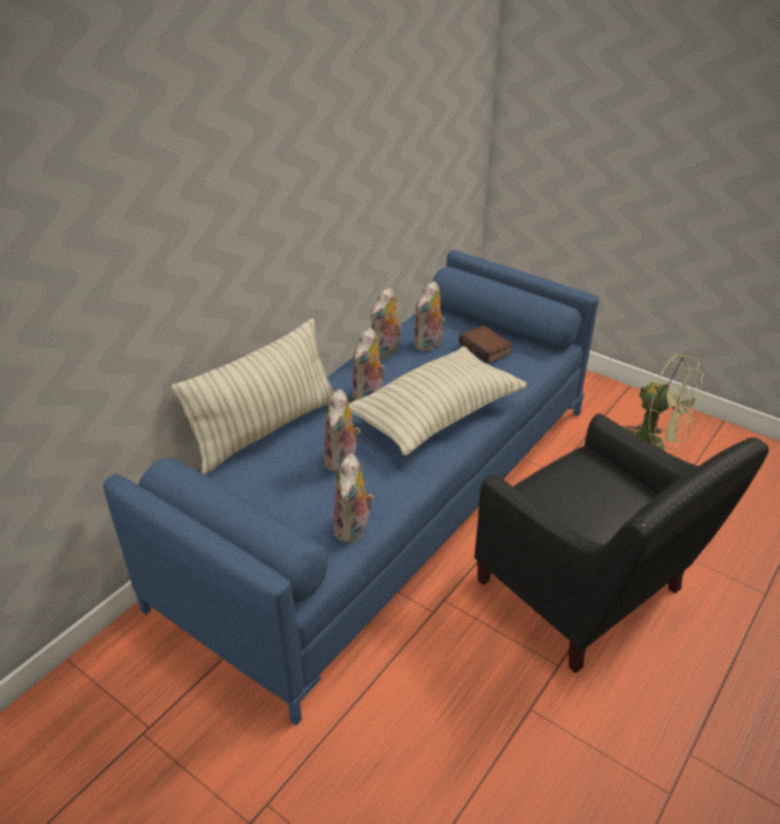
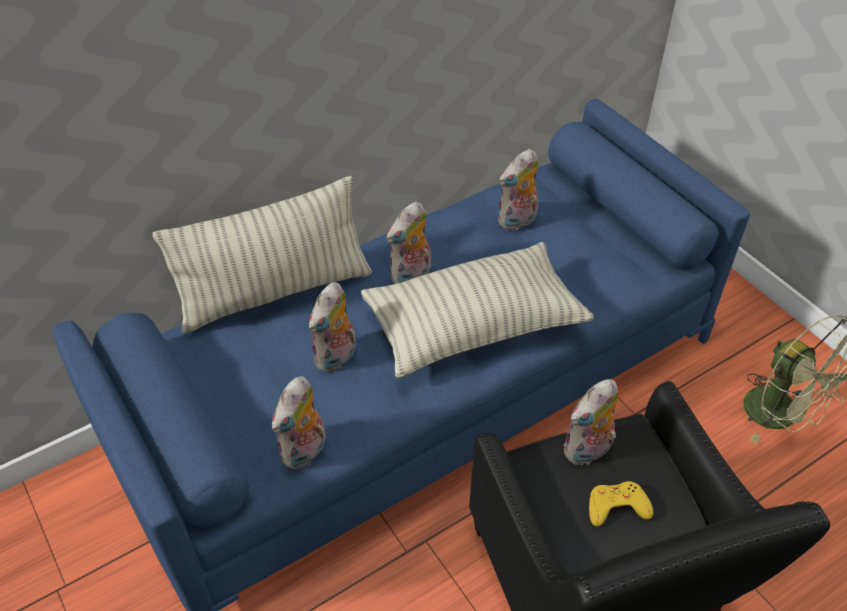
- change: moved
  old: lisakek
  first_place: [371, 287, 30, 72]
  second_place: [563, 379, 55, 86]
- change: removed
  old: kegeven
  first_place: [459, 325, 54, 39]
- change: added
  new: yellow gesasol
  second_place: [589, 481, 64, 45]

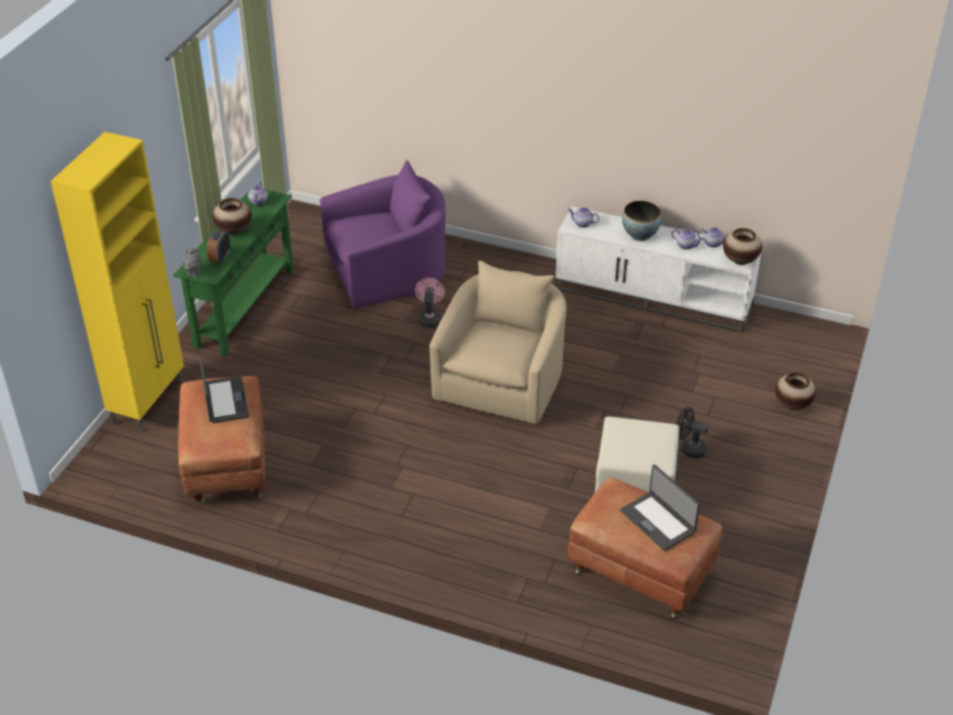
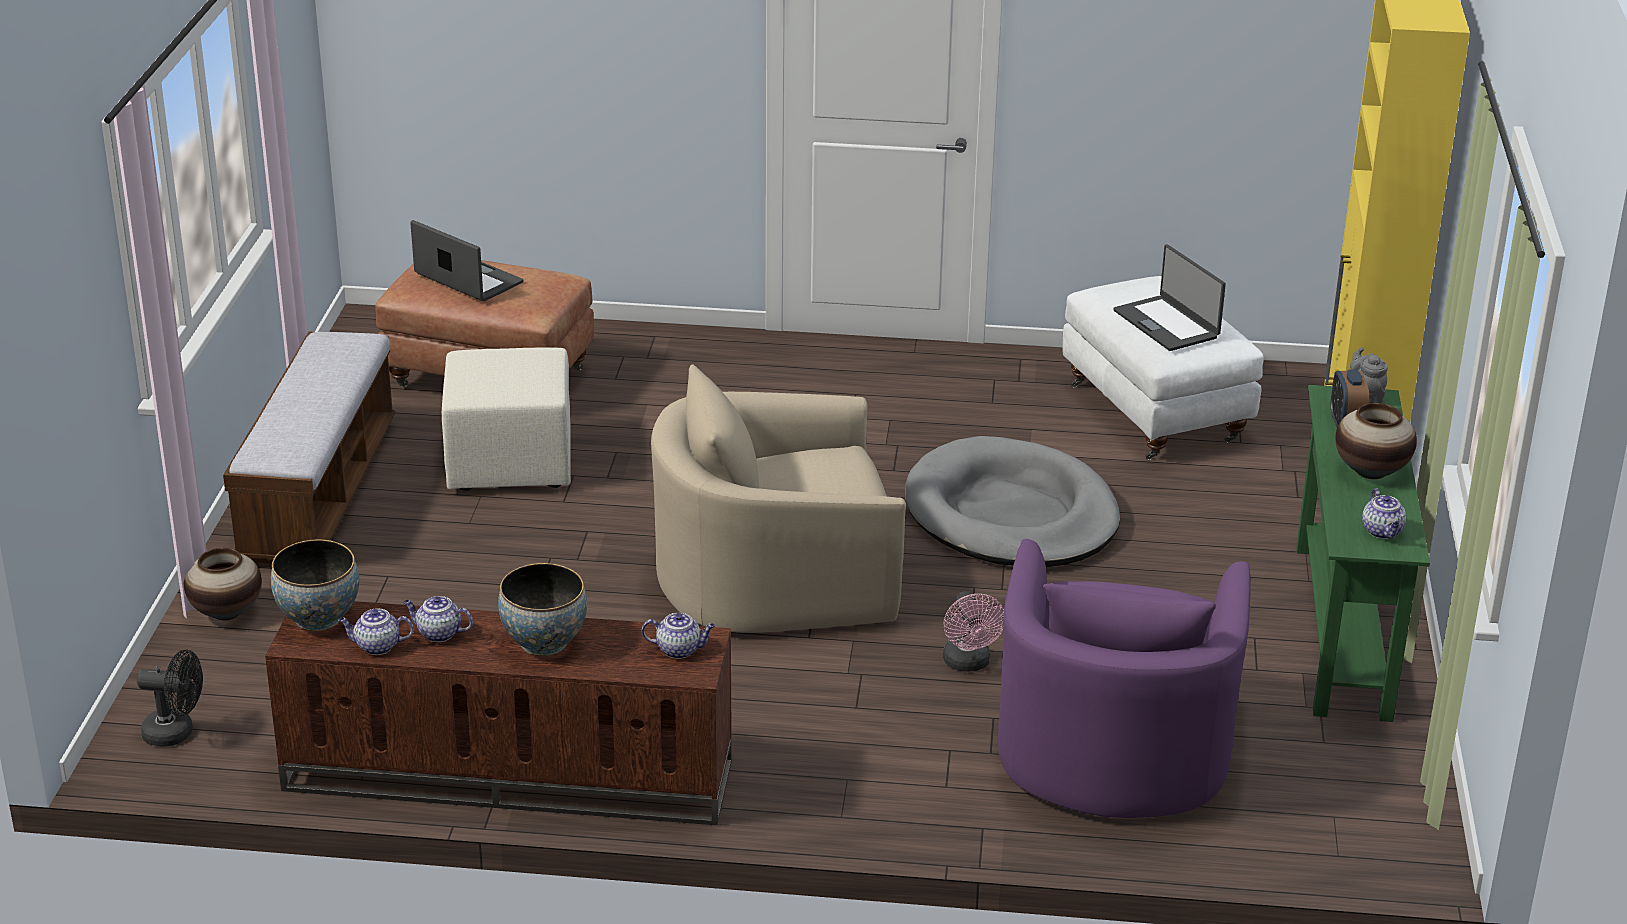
- change: recoloured
  old: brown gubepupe
  new: white gubepupe
  first_place: [178, 376, 87, 128]
  second_place: [1062, 276, 202, 184]
- change: turned
  old: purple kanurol
  first_place: [320, 160, 126, 148]
  second_place: [998, 539, 252, 279]
  degrees: -45
- change: turned
  old: beige kanurol
  first_place: [430, 261, 137, 163]
  second_place: [651, 364, 255, 269]
  degrees: 75
- change: recoloured
  old: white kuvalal
  new: brown kuvalal
  first_place: [555, 206, 207, 126]
  second_place: [265, 601, 467, 224]
- change: moved
  old: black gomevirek
  first_place: [677, 407, 32, 51]
  second_place: [137, 650, 66, 96]
- change: replaced
  old: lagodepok
  new: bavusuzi
  first_place: [723, 228, 39, 37]
  second_place: [271, 539, 88, 92]
- change: added
  new: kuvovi
  second_place: [223, 331, 172, 233]
- change: added
  new: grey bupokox
  second_place: [905, 436, 215, 131]

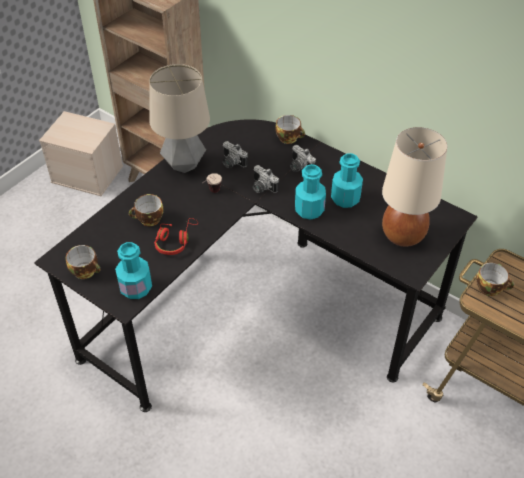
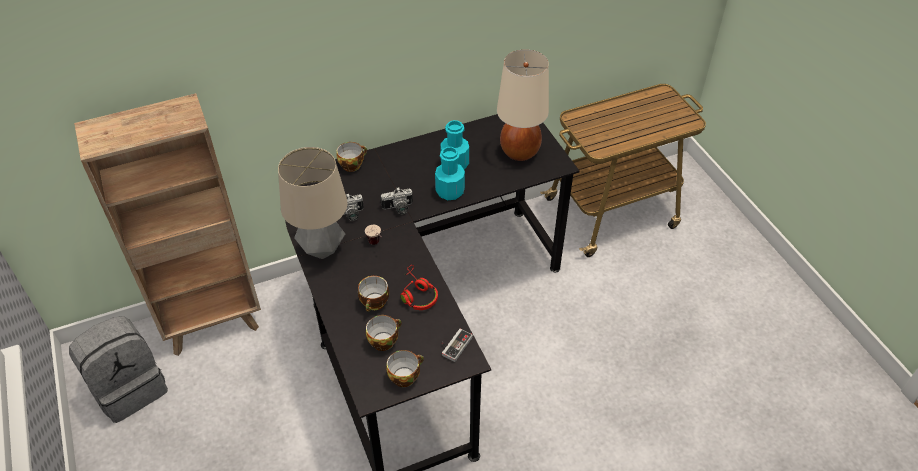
- change: replaced
  old: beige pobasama
  new: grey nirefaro
  first_place: [39, 111, 84, 85]
  second_place: [69, 316, 99, 107]
- change: replaced
  old: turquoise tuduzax
  new: gesasol
  first_place: [115, 242, 37, 57]
  second_place: [442, 328, 31, 34]
- change: removed
  old: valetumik
  first_place: [290, 145, 26, 27]
- change: moved
  old: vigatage
  first_place: [476, 262, 38, 34]
  second_place: [366, 315, 36, 36]

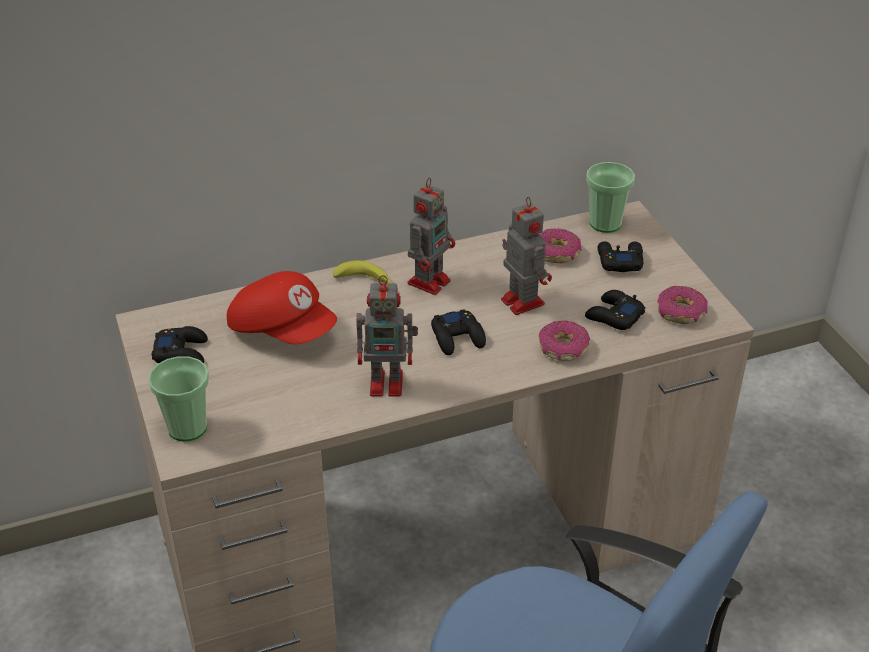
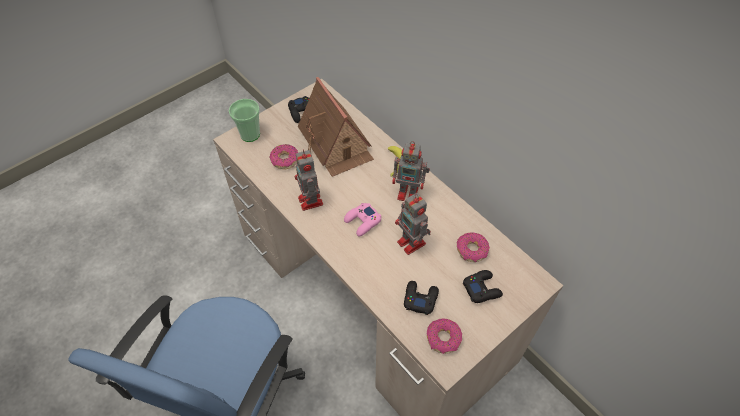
- change: replaced
  old: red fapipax
  new: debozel
  first_place: [227, 271, 110, 73]
  second_place: [298, 77, 76, 100]
- change: recoloured
  old: black gesasol
  new: pink gesasol
  first_place: [431, 309, 55, 46]
  second_place: [344, 203, 37, 34]
- change: turned
  old: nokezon
  first_place: [501, 197, 51, 118]
  second_place: [395, 193, 36, 62]
  degrees: 105
- change: moved
  old: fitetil
  first_place: [539, 321, 51, 40]
  second_place: [269, 144, 29, 26]
- change: removed
  old: vigatage
  first_place: [586, 162, 49, 71]

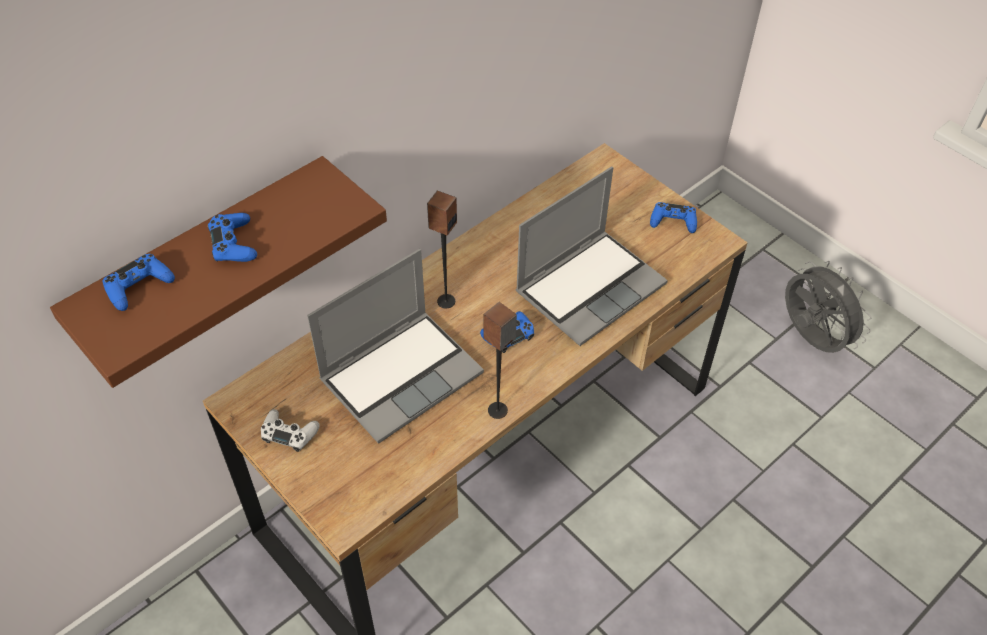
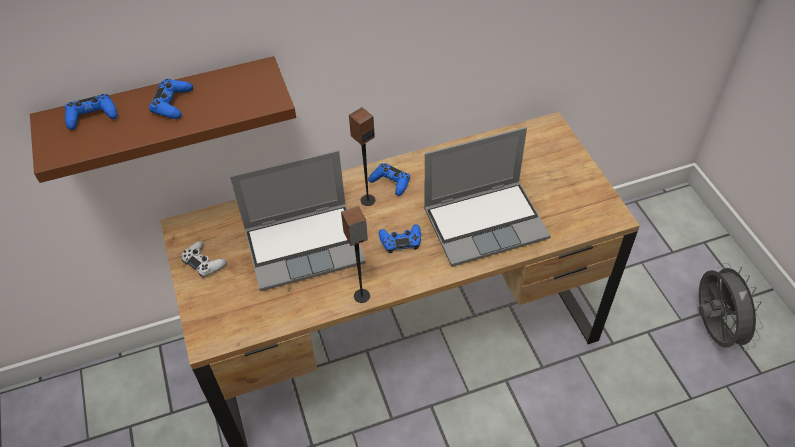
- change: moved
  old: blue gesasol
  first_place: [650, 202, 47, 31]
  second_place: [368, 163, 42, 33]

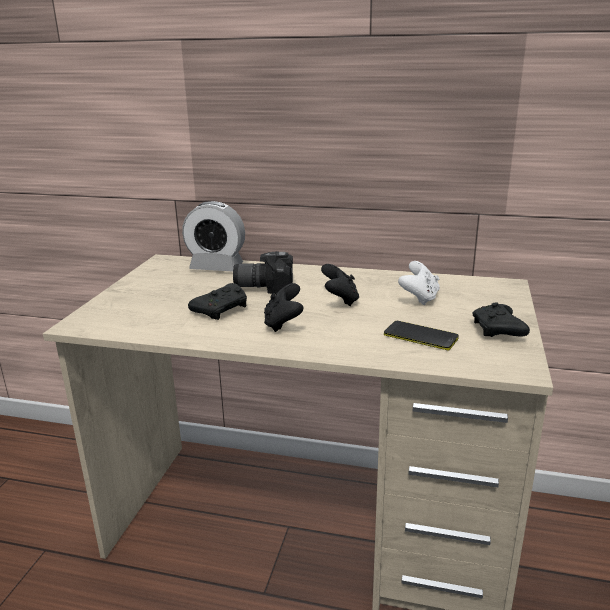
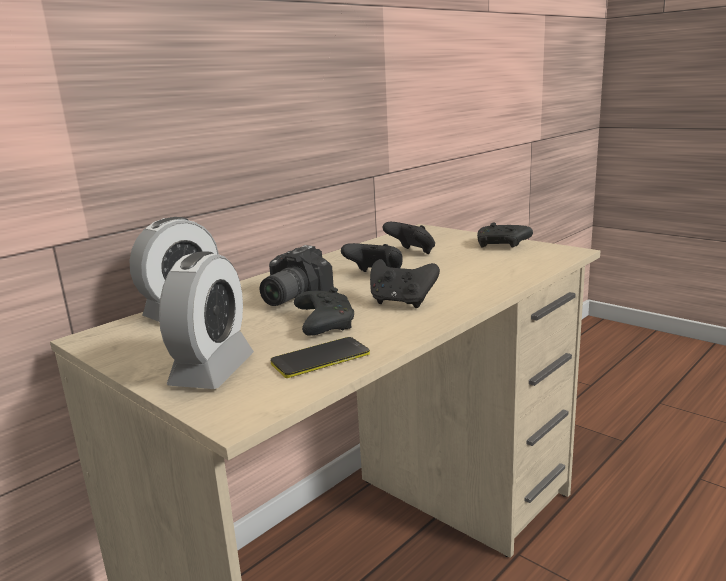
- change: moved
  old: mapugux
  first_place: [384, 321, 75, 29]
  second_place: [271, 337, 99, 41]
- change: recoloured
  old: white gesasol
  new: black gesasol
  first_place: [398, 261, 42, 44]
  second_place: [383, 222, 52, 32]
- change: added
  new: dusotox
  second_place: [159, 251, 95, 138]

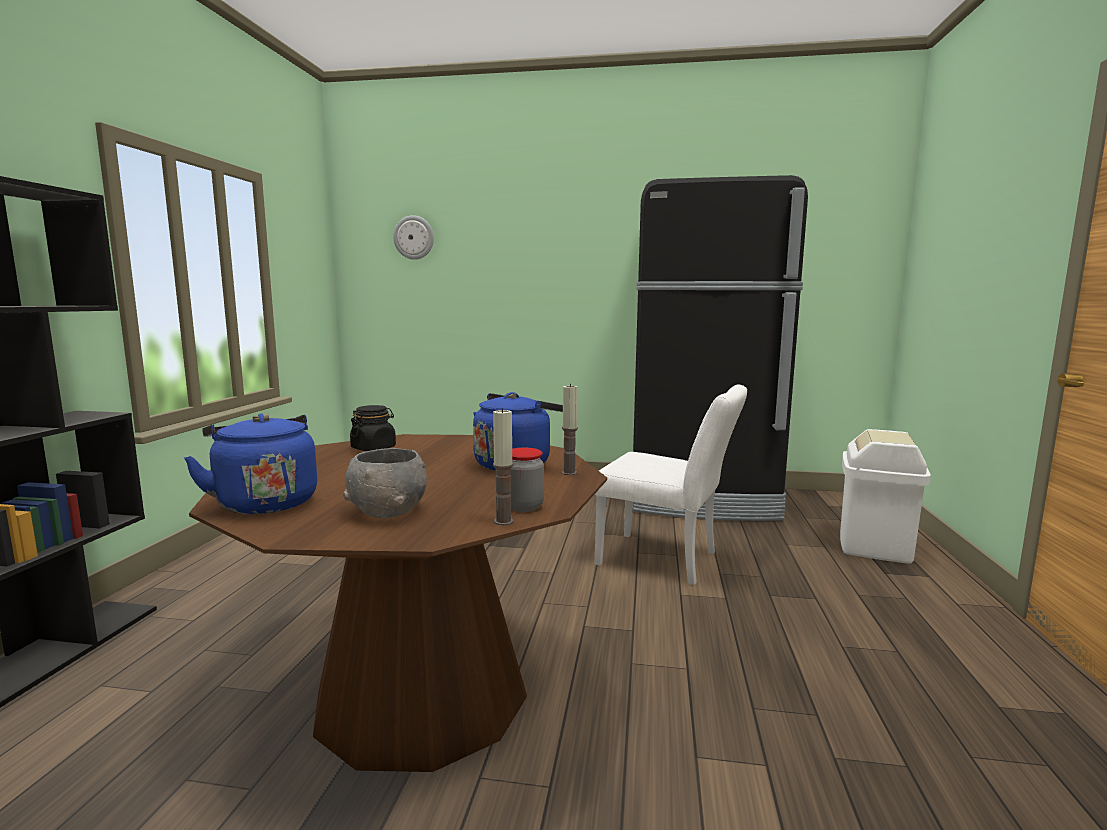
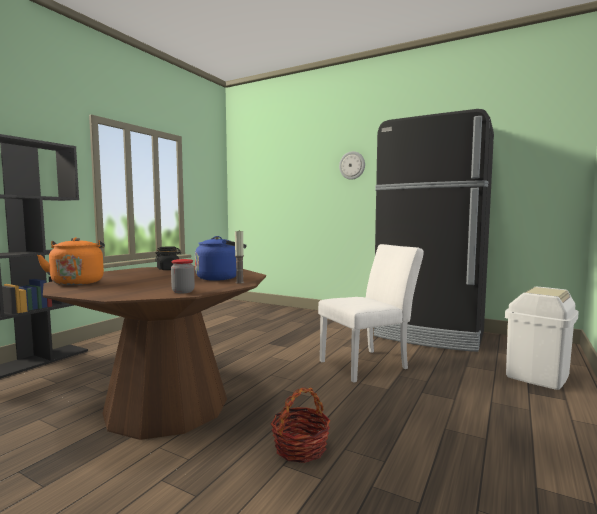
- change: recoloured
  old: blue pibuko
  new: orange pibuko
  first_place: [183, 414, 134, 100]
  second_place: [37, 237, 68, 48]
- change: removed
  old: grey bavusuzi
  first_place: [343, 448, 84, 70]
- change: moved
  old: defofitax
  first_place: [393, 215, 41, 45]
  second_place: [339, 151, 26, 29]
- change: removed
  old: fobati
  first_place: [493, 408, 21, 117]
- change: turned
  old: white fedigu
  first_place: [595, 384, 152, 201]
  second_place: [318, 244, 106, 139]
  degrees: -75
- change: added
  new: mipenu
  second_place: [271, 387, 59, 76]

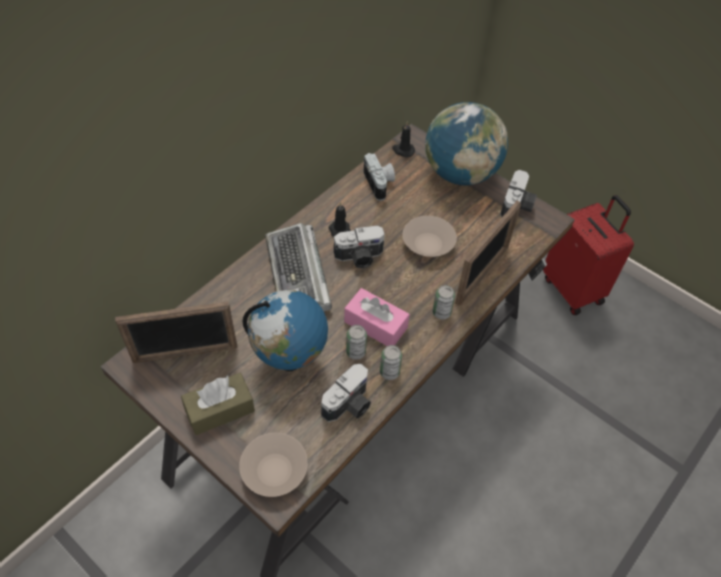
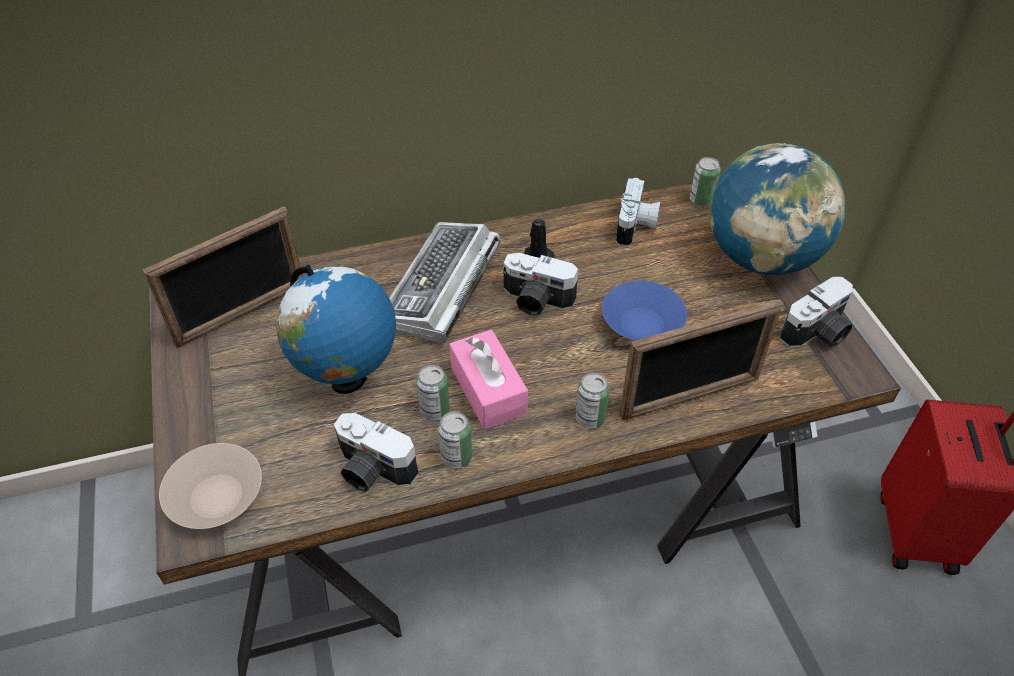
- change: turned
  old: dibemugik
  first_place: [115, 302, 122, 61]
  second_place: [142, 206, 161, 142]
  degrees: -60
- change: removed
  old: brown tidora
  first_place: [181, 373, 74, 62]
- change: turned
  old: valetumik
  first_place: [321, 364, 50, 58]
  second_place: [334, 413, 85, 79]
  degrees: 45
- change: replaced
  old: black fobati
  new: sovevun
  first_place: [392, 121, 23, 36]
  second_place: [690, 157, 31, 49]
- change: recoloured
  old: beige bavusuzi
  new: blue bavusuzi
  first_place: [403, 216, 54, 41]
  second_place: [602, 281, 85, 59]

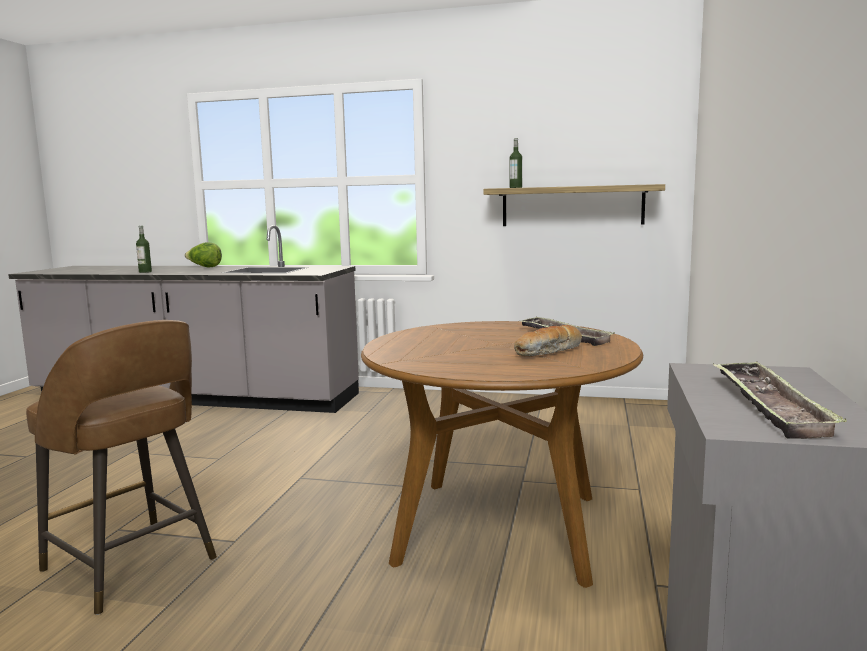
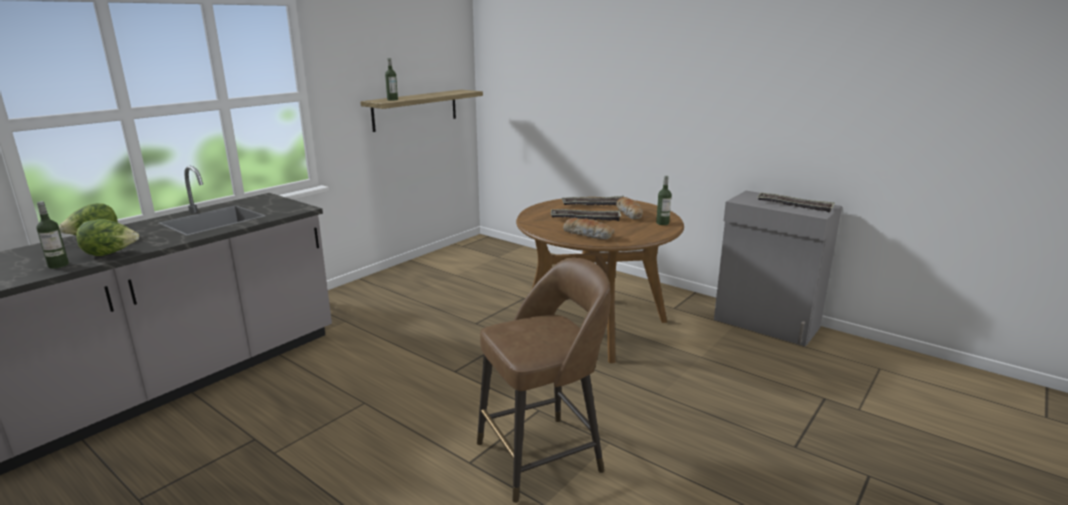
- change: added
  new: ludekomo
  second_place: [76, 219, 63, 37]
- change: added
  new: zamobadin
  second_place: [551, 209, 71, 12]
- change: added
  new: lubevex
  second_place: [563, 218, 52, 22]
- change: added
  new: tuduzax
  second_place: [656, 176, 15, 49]

